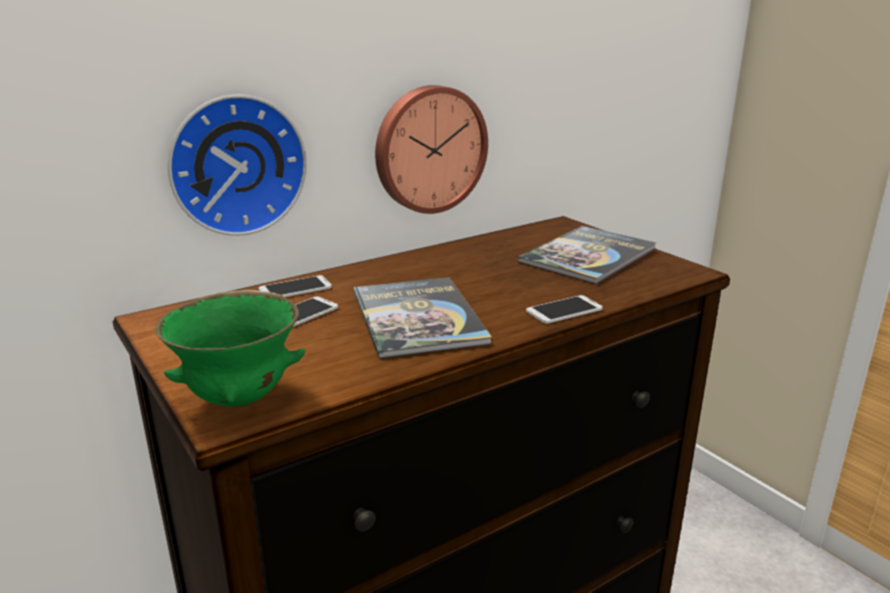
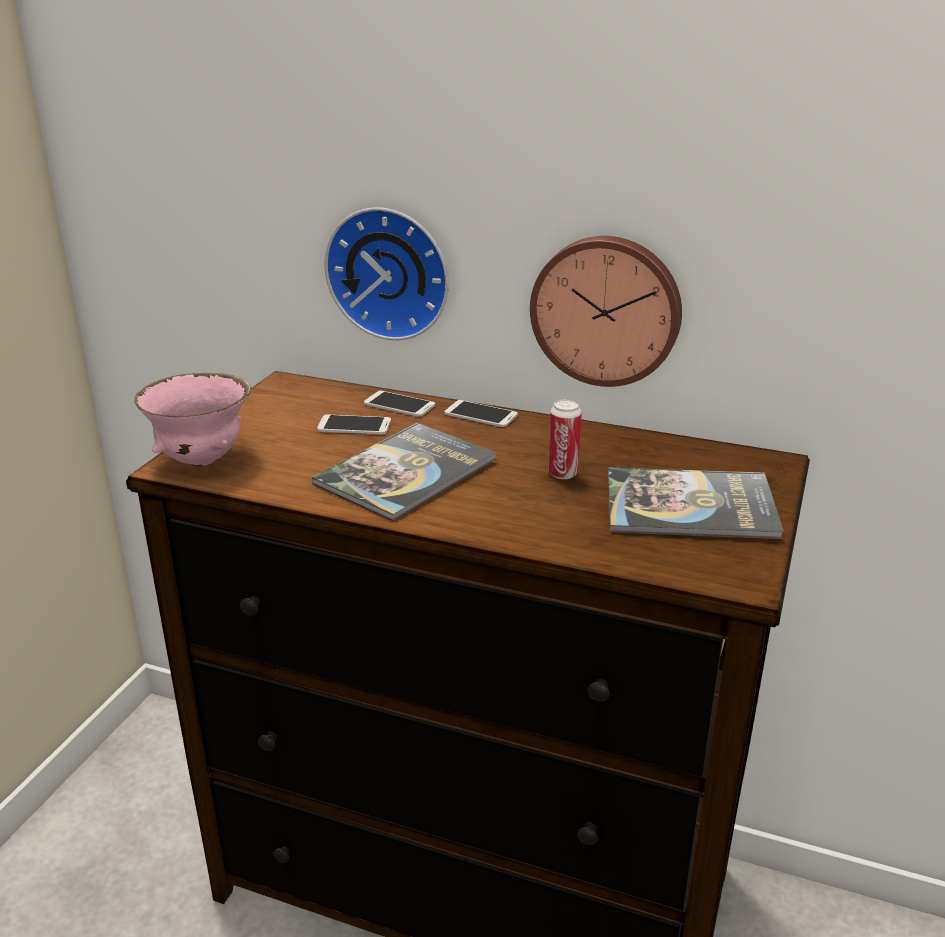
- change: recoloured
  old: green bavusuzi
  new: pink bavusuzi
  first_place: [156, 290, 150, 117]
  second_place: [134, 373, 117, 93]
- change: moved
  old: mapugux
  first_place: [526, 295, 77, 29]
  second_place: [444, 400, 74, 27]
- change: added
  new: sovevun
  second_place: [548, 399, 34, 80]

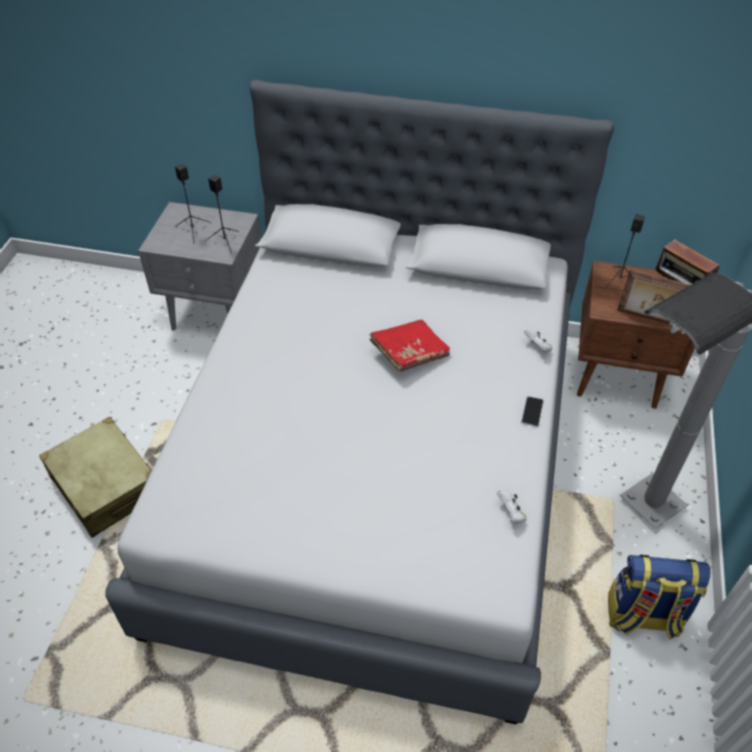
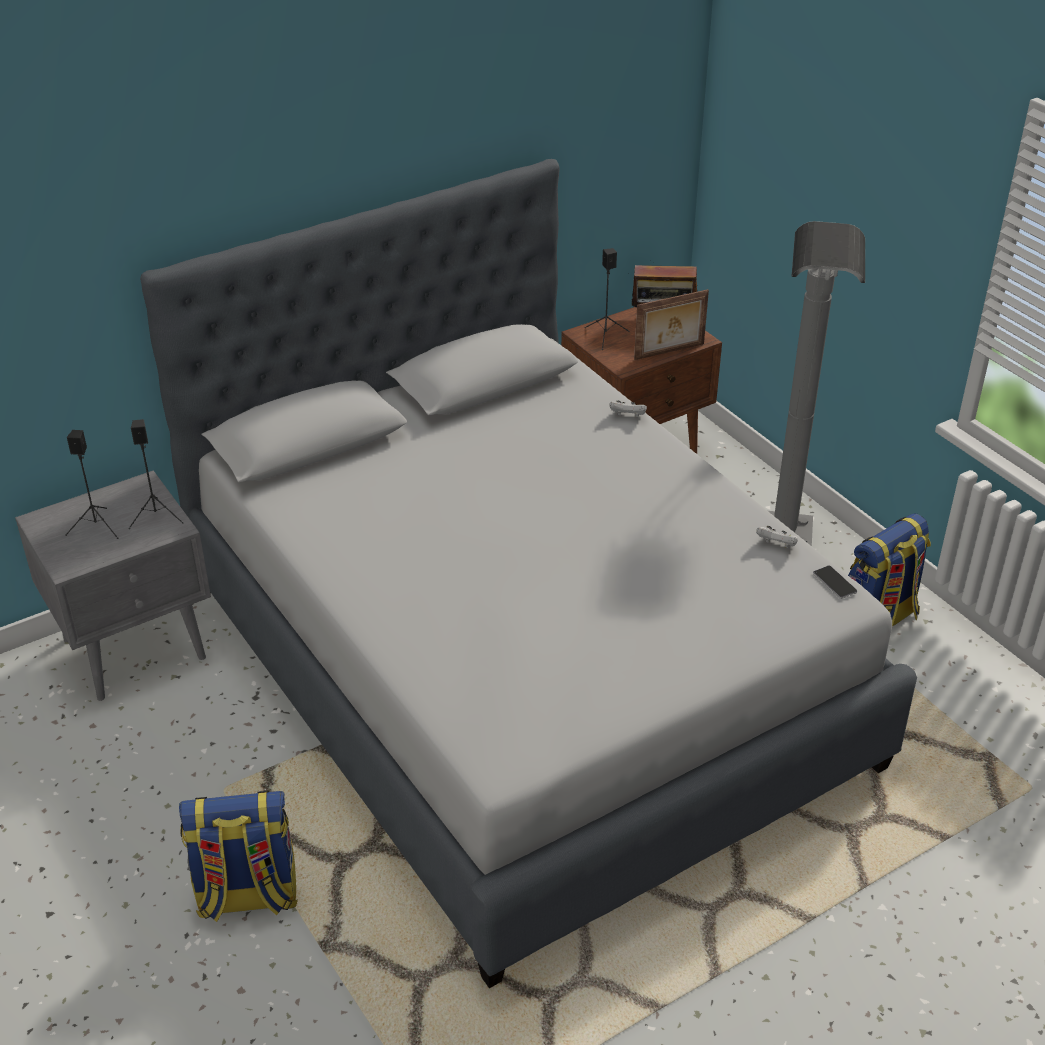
- change: replaced
  old: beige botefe
  new: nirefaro
  first_place: [39, 417, 113, 121]
  second_place: [179, 791, 119, 131]
- change: removed
  old: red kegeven
  first_place: [370, 320, 80, 52]
- change: moved
  old: mapugux
  first_place: [521, 396, 23, 31]
  second_place: [813, 566, 44, 33]

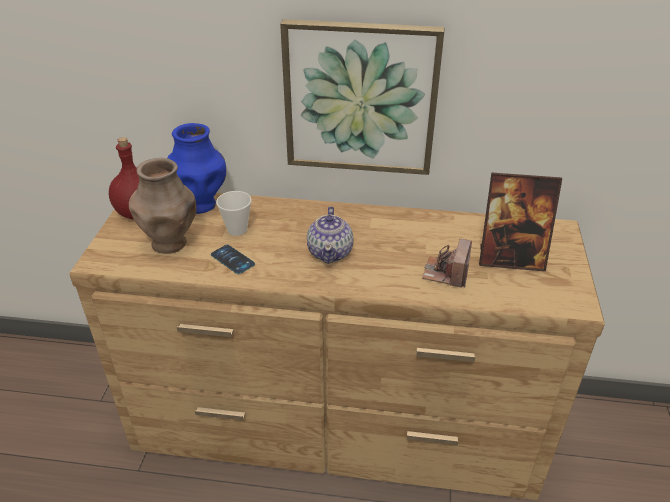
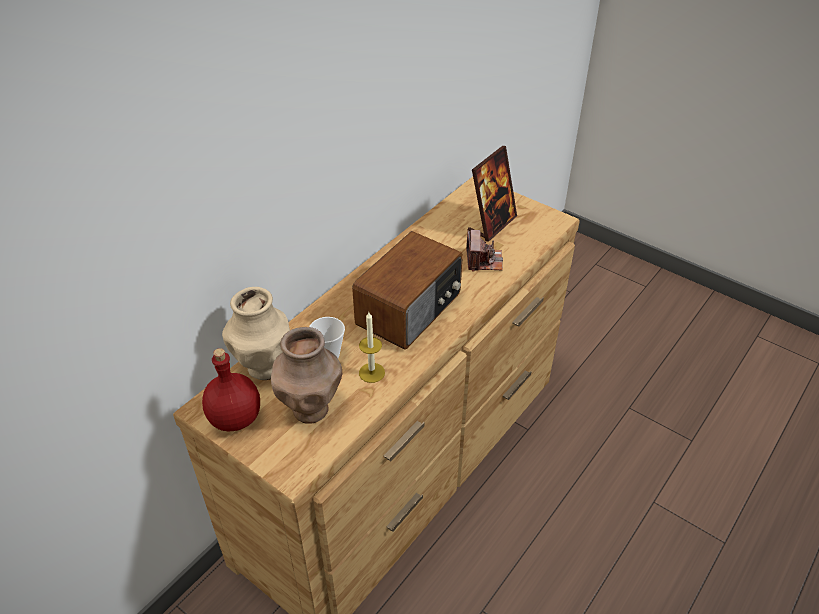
- change: recoloured
  old: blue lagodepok
  new: beige lagodepok
  first_place: [167, 123, 59, 91]
  second_place: [222, 287, 68, 93]
- change: replaced
  old: mapugux
  new: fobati
  first_place: [211, 245, 44, 29]
  second_place: [359, 312, 26, 71]
- change: removed
  old: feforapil
  first_place: [280, 19, 164, 156]
- change: replaced
  old: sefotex
  new: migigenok
  first_place: [307, 206, 47, 58]
  second_place: [352, 231, 111, 119]
- change: turned
  old: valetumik
  first_place: [422, 239, 50, 49]
  second_place: [466, 230, 37, 42]
  degrees: -135

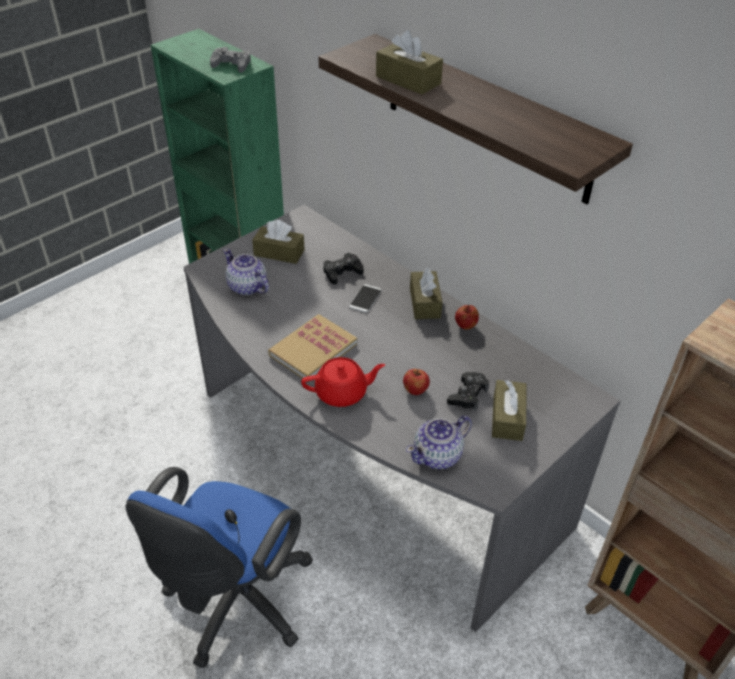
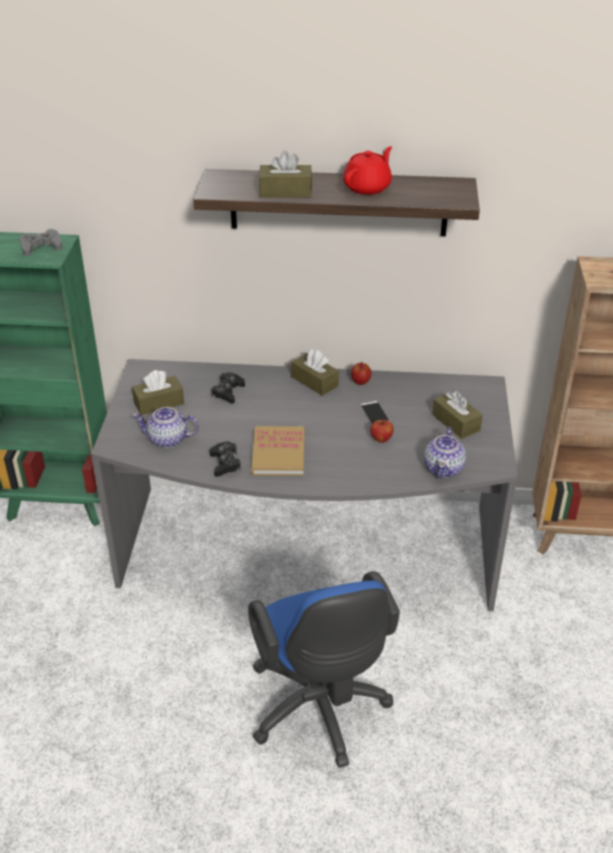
- change: moved
  old: red sefotex
  first_place: [301, 357, 84, 50]
  second_place: [343, 146, 49, 49]
- change: moved
  old: mapugux
  first_place: [349, 284, 33, 29]
  second_place: [360, 401, 30, 24]
- change: moved
  old: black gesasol
  first_place: [447, 372, 42, 39]
  second_place: [210, 441, 31, 36]

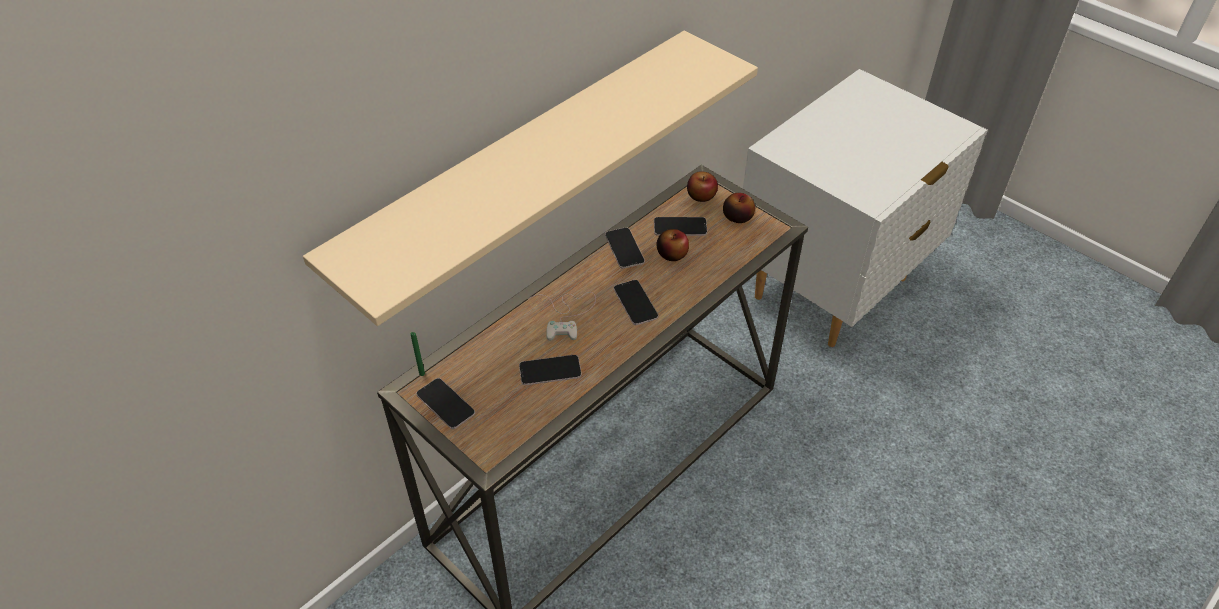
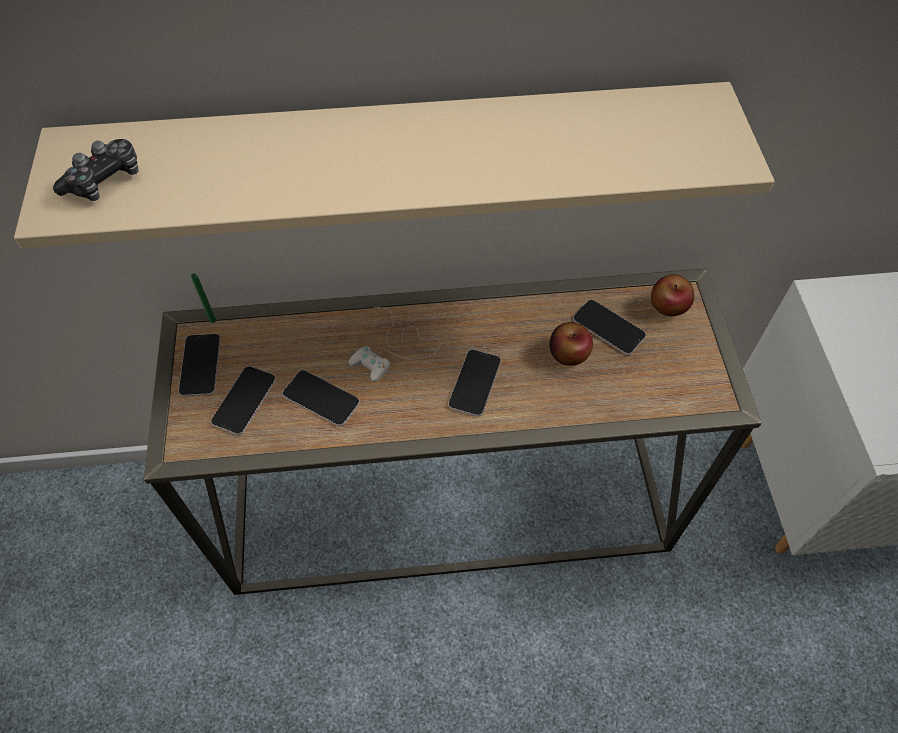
- change: moved
  old: mapugux
  first_place: [605, 227, 40, 42]
  second_place: [211, 366, 65, 69]
- change: removed
  old: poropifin
  first_place: [723, 193, 32, 30]
- change: added
  new: gesasol
  second_place: [53, 139, 86, 62]

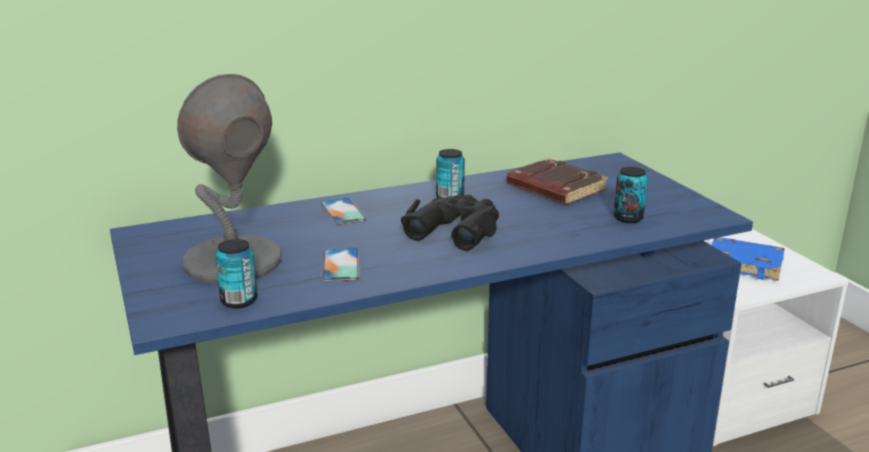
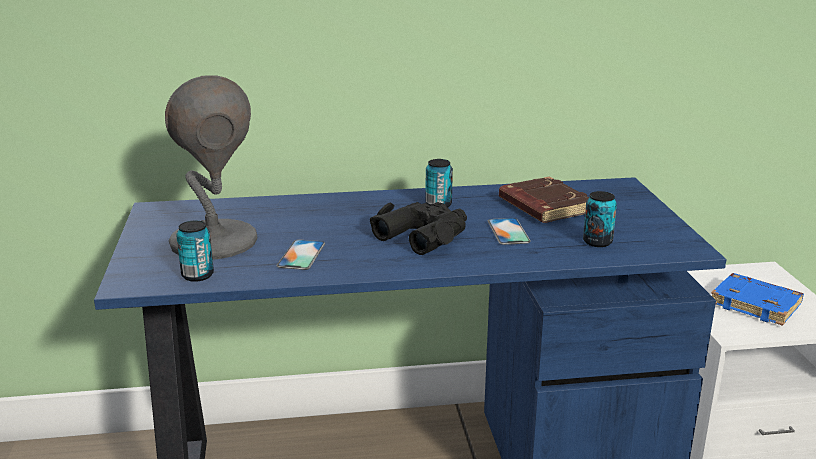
- change: moved
  old: mapugux
  first_place: [320, 198, 47, 27]
  second_place: [488, 218, 43, 27]

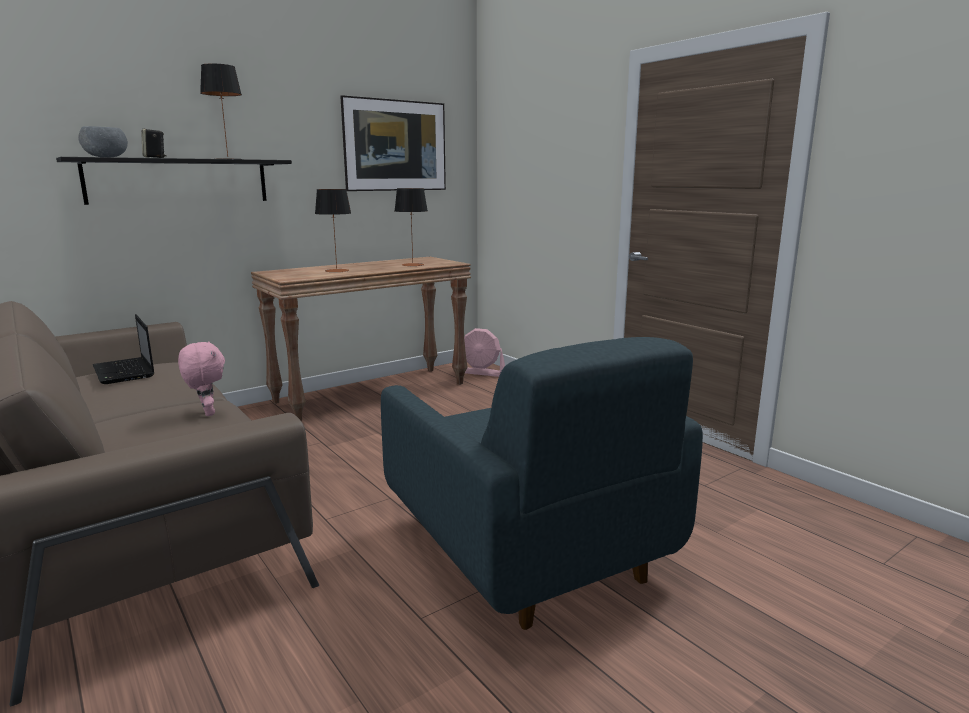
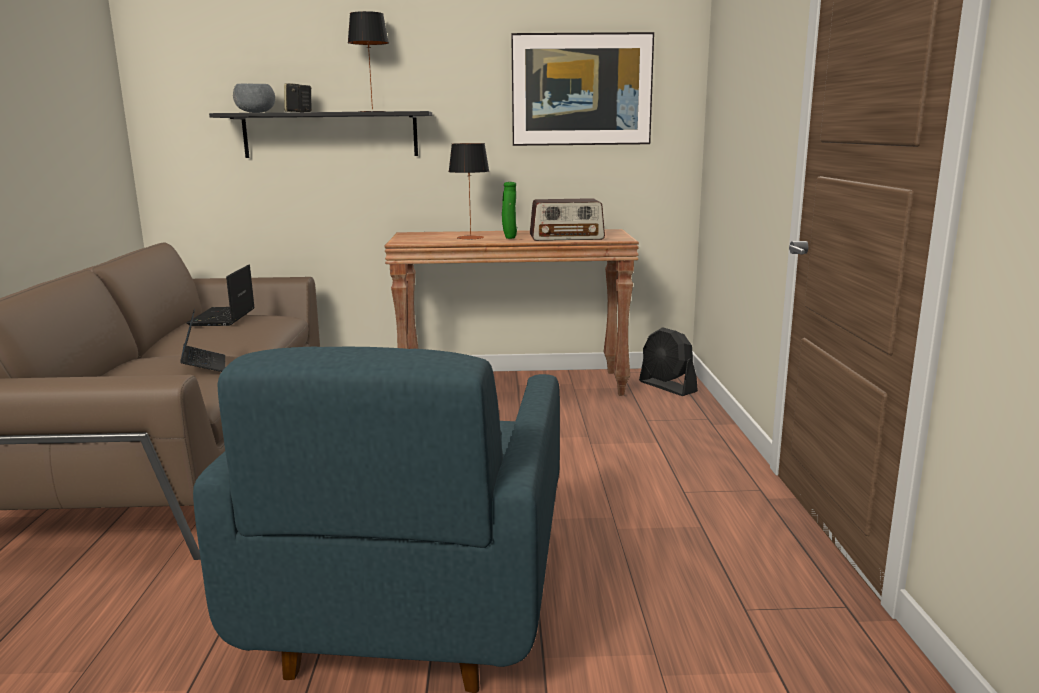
- change: replaced
  old: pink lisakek
  new: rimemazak
  first_place: [178, 341, 47, 75]
  second_place: [180, 308, 45, 64]
- change: replaced
  old: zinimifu
  new: migigenok
  first_place: [395, 188, 33, 79]
  second_place: [530, 198, 75, 43]
- change: recoloured
  old: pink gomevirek
  new: black gomevirek
  first_place: [464, 328, 41, 49]
  second_place: [639, 327, 59, 69]
- change: added
  new: green lagodepok
  second_place: [502, 182, 15, 57]

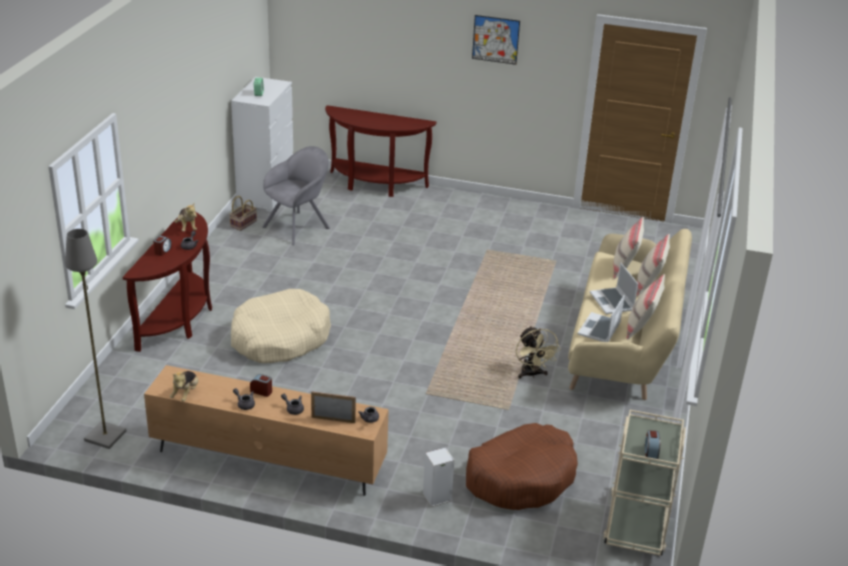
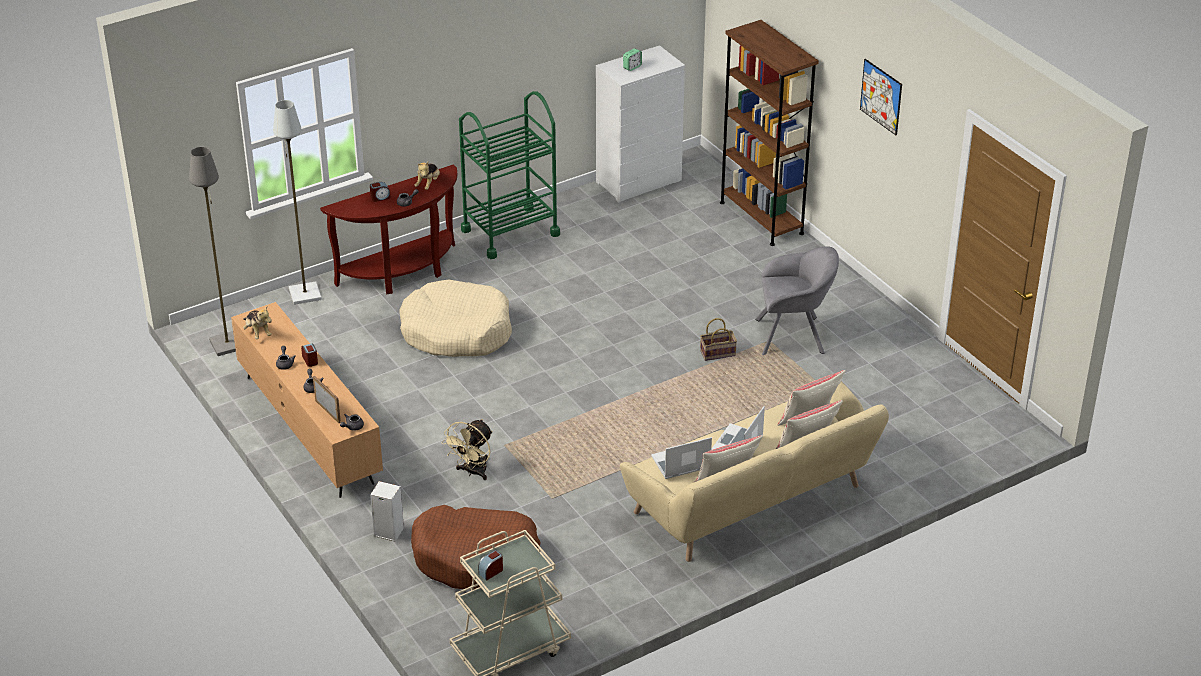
- change: turned
  old: lisakek
  first_place: [170, 371, 28, 31]
  second_place: [243, 307, 29, 32]
  degrees: -90
- change: moved
  old: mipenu
  first_place: [229, 196, 28, 35]
  second_place: [700, 318, 37, 43]
- change: moved
  old: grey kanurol
  first_place: [262, 146, 68, 99]
  second_place: [755, 246, 84, 109]
- change: replaced
  old: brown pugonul
  new: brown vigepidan
  first_place: [325, 105, 112, 92]
  second_place: [720, 20, 99, 226]
- change: moved
  old: beige gomevirek
  first_place: [516, 326, 45, 53]
  second_place: [441, 419, 52, 61]
- change: added
  new: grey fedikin
  second_place: [273, 100, 49, 205]
- change: added
  new: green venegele
  second_place: [459, 91, 101, 168]

